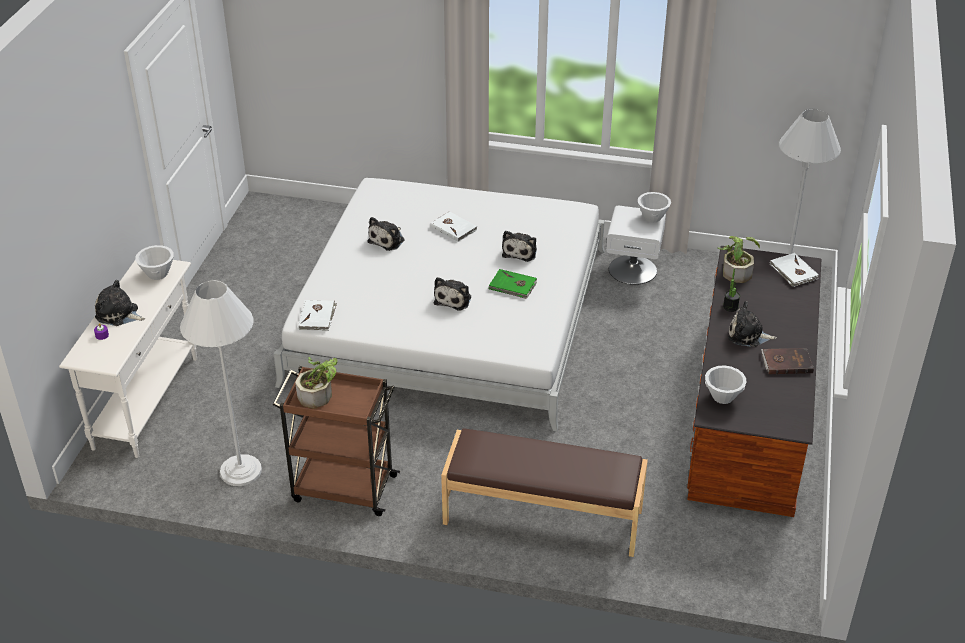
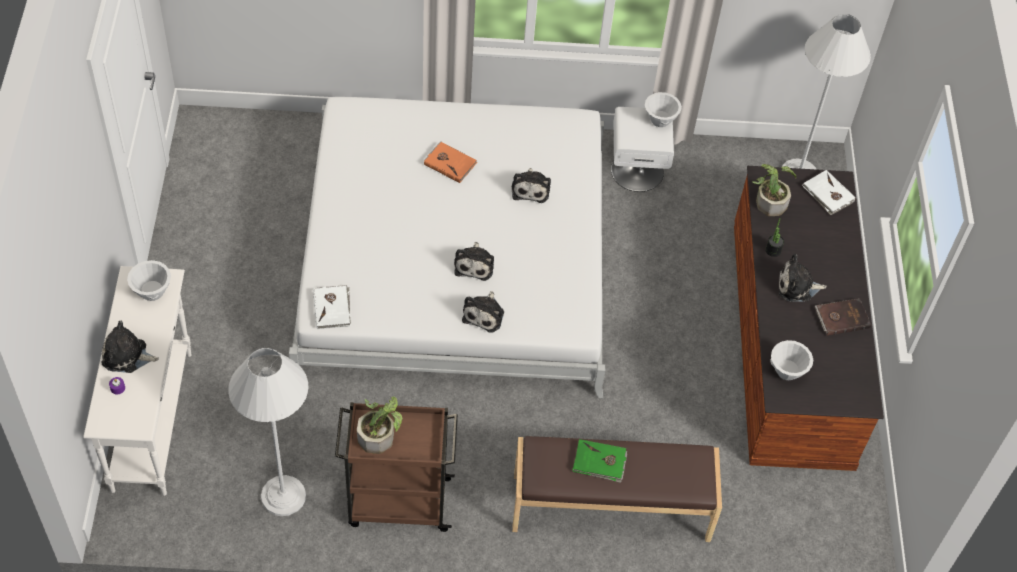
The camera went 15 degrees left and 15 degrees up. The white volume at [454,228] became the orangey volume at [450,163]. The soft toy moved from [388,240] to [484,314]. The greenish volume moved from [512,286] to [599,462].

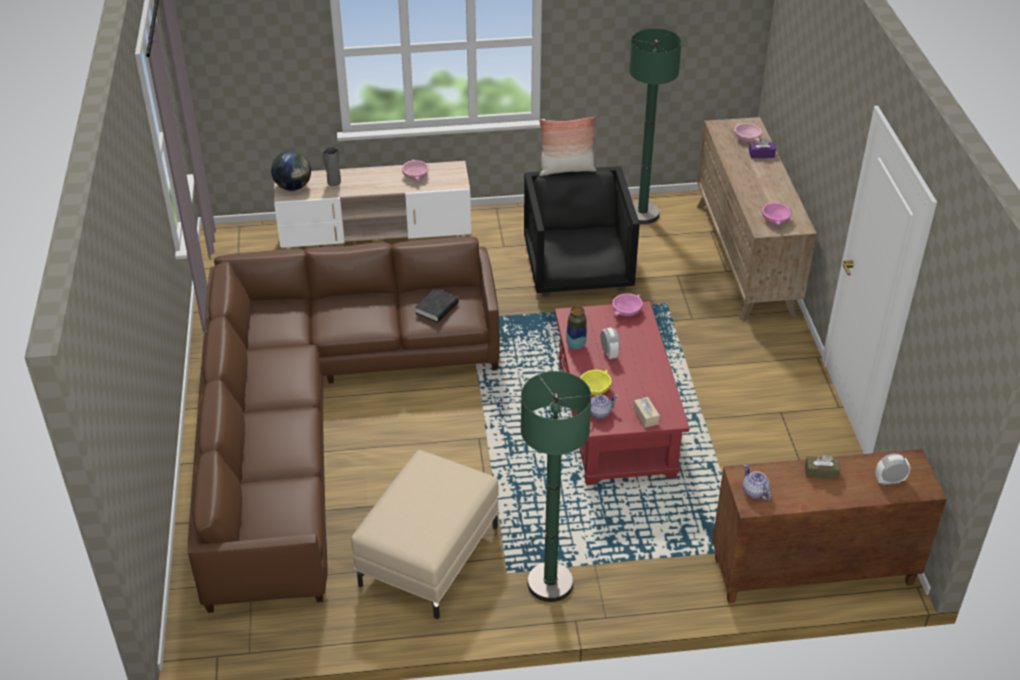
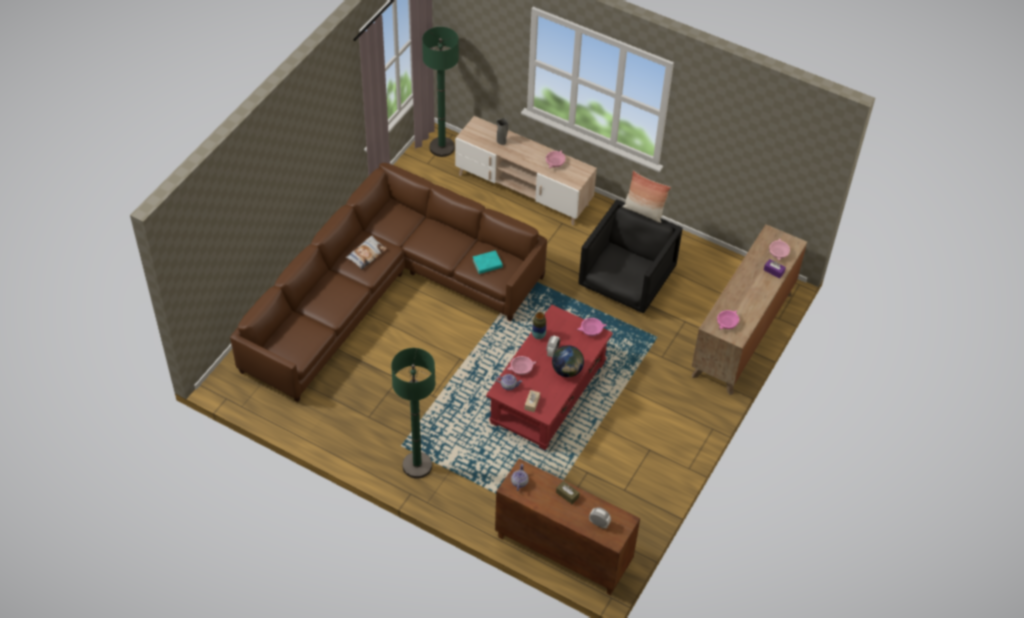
The camera went 35 degrees right and 10 degrees up. The greenish standard lamp moved from [642,214] to [442,147]. The world globe moved from [293,187] to [567,370]. The blackish volume at [437,308] became the blue-green volume at [487,264]. The yellowish serving bowl at [594,388] became the pink serving bowl at [521,369]. The beige pouffe at [429,556] disappeared. The throw pillow at [366,254] appeared.

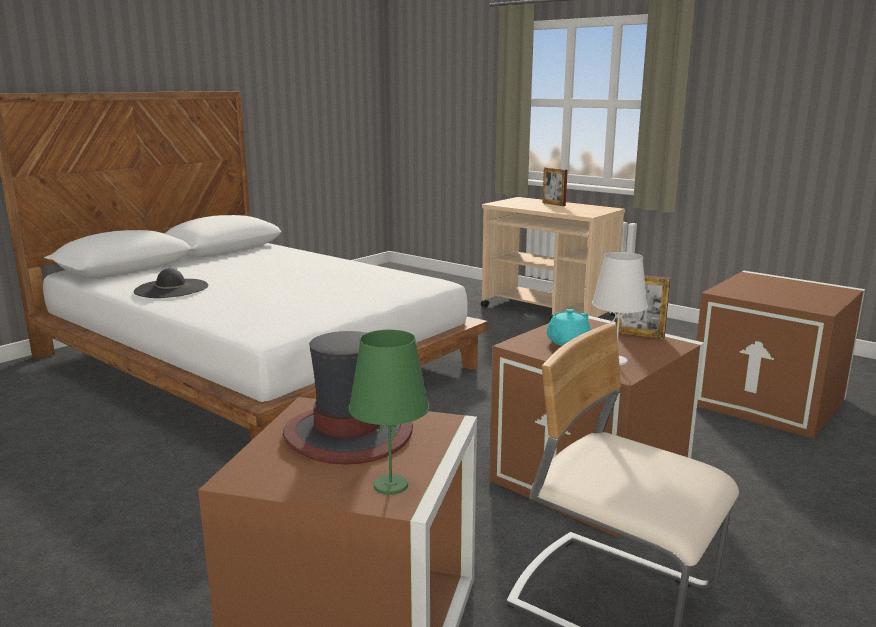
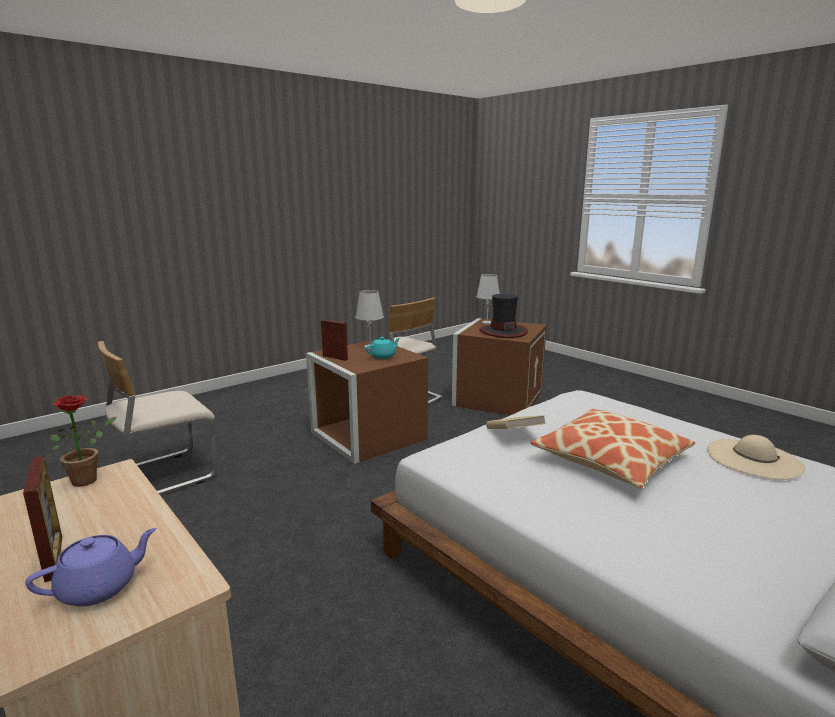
The camera went 170 degrees left and 0 degrees up. The blackish hat at [171,288] became the beige hat at [754,458]. The brown storage bin at [770,401] was replaced by the beige chair at [161,476]. The greenish tabletop lamp at [390,485] became the white tabletop lamp at [487,322]. The plant in a pot at [89,479] appeared. The throw pillow at [611,459] appeared. The beige volume at [514,435] appeared. The purple-coloured pot for tea at [100,587] appeared.

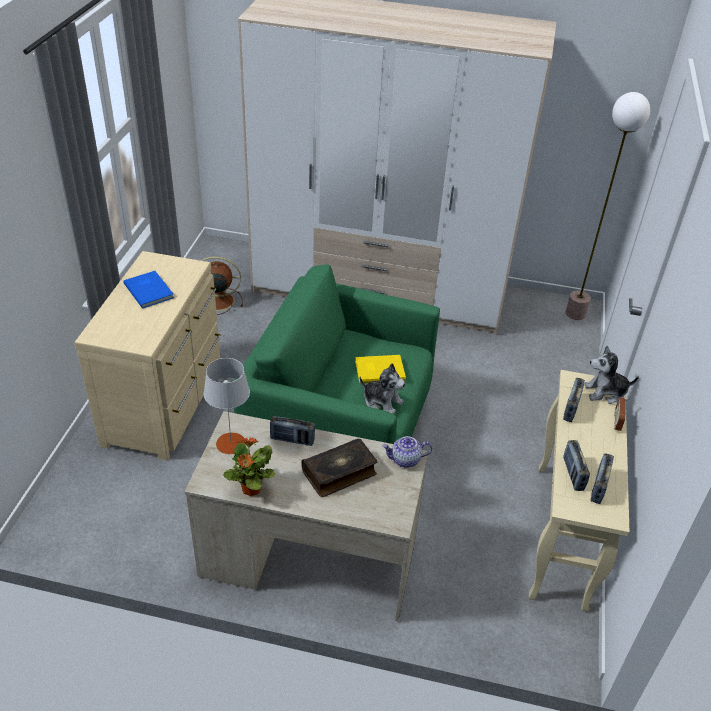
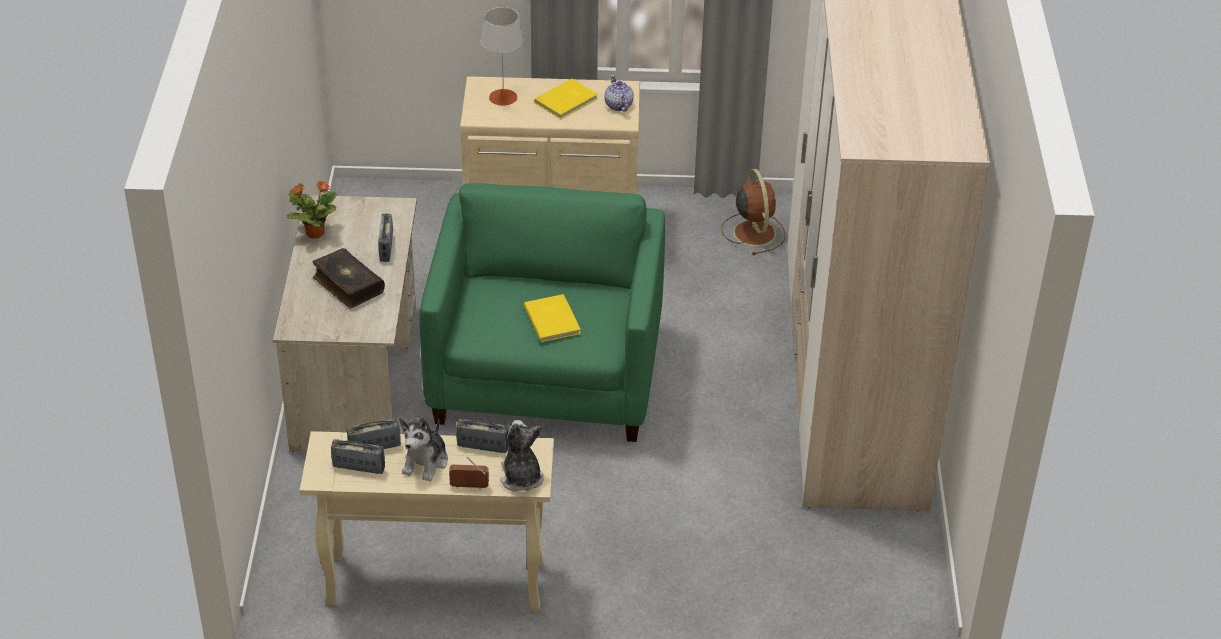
The camera went 80 degrees right and 0 degrees up. The standard lamp at [575,313] disappeared. The bluish volume at [149,290] became the yellowish volume at [567,101]. The greyish tabletop lamp moved from [230,443] to [503,97]. The soft toy moved from [382,402] to [426,462]. The pot for tea moved from [405,460] to [618,105].

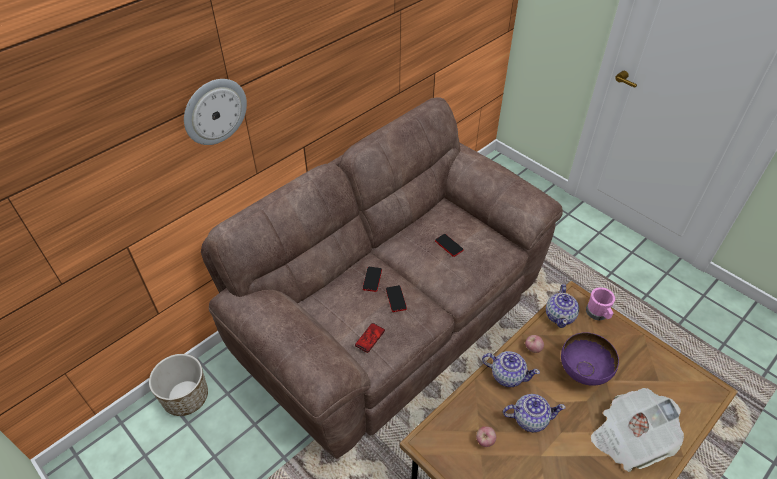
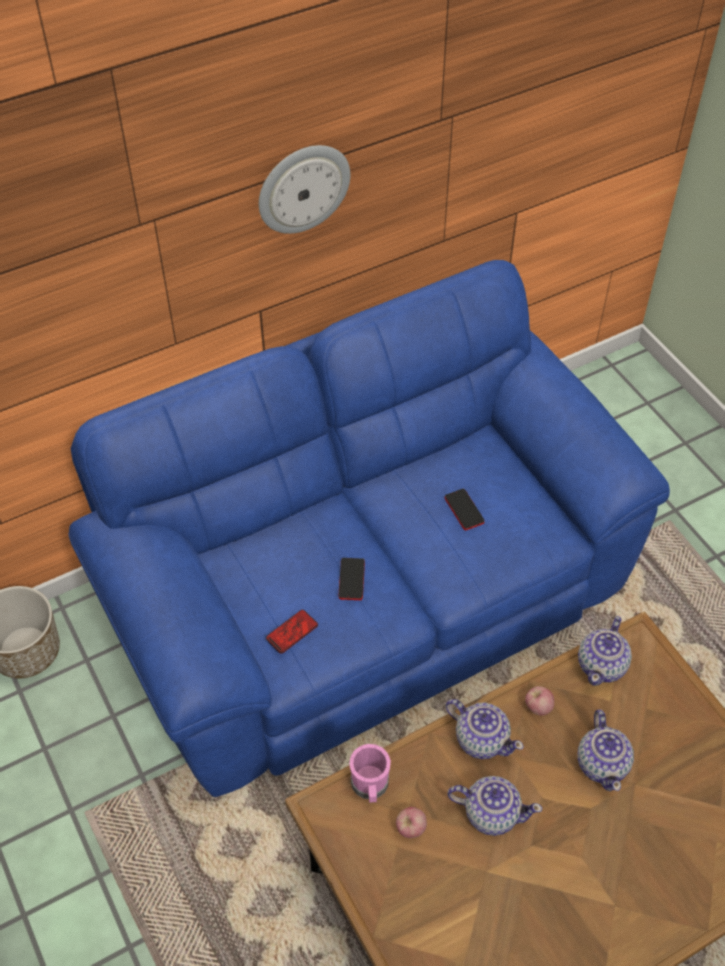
The camera went 15 degrees right and 5 degrees up. The clock on the wall moved from [214,111] to [303,188]. The brown couch at [389,315] became the bluish couch at [363,594]. The telephone at [372,279] disappeared. The pink tea mug moved from [598,314] to [370,786]. The purple-coloured serving bowl at [583,372] was replaced by the pot for tea at [602,763]. The daily paper at [629,438] disappeared.

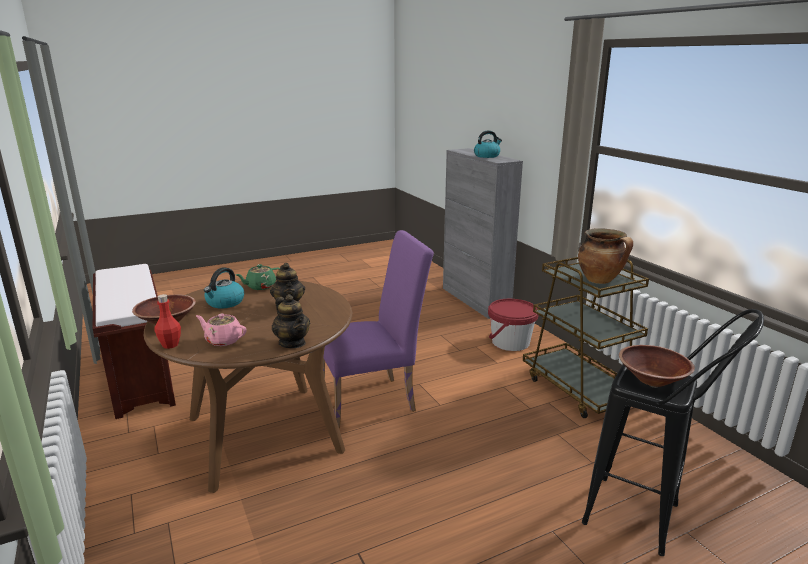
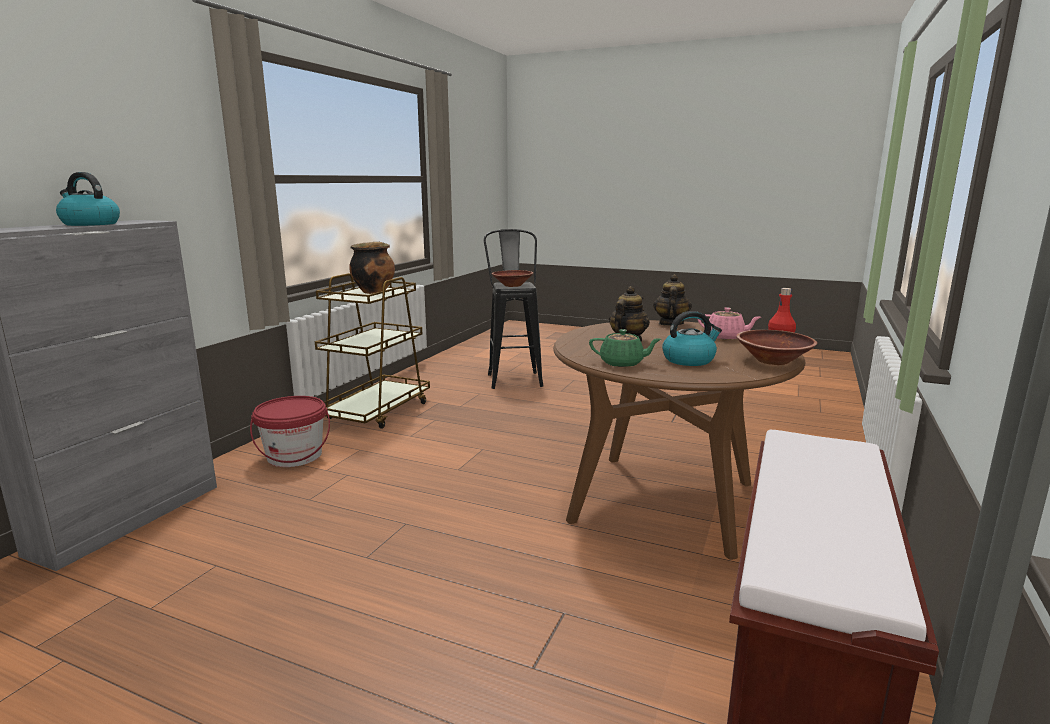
The camera went 130 degrees left and 5 degrees down. The purple-coloured chair at [374,400] disappeared. The pink pot for tea at [223,340] turned 45 degrees counterclockwise.

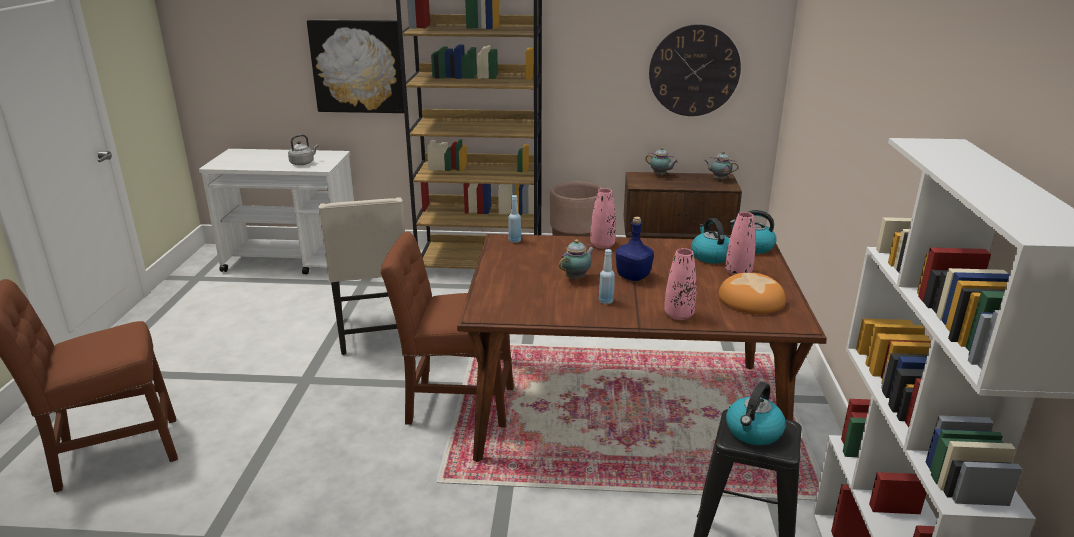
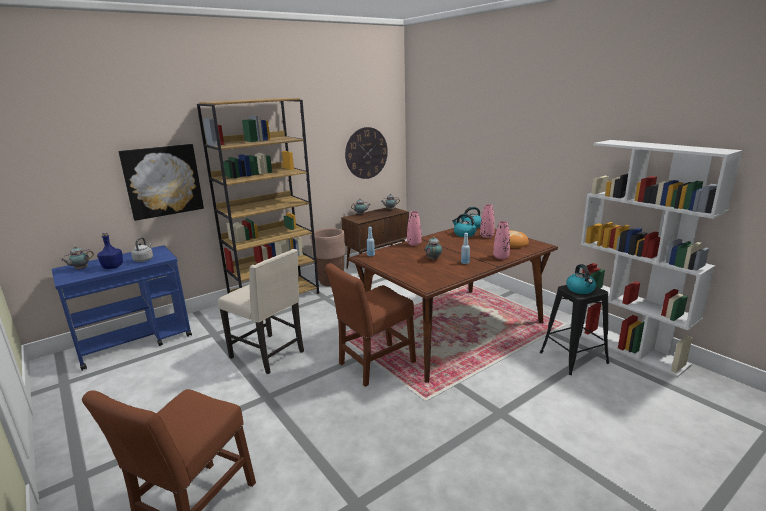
The camera went 40 degrees left and 5 degrees down. The white trolley at [293,261] became the bluish trolley at [136,342]. The bluish drink bottle moved from [634,277] to [113,267]. The pot for tea at [80,269] appeared.

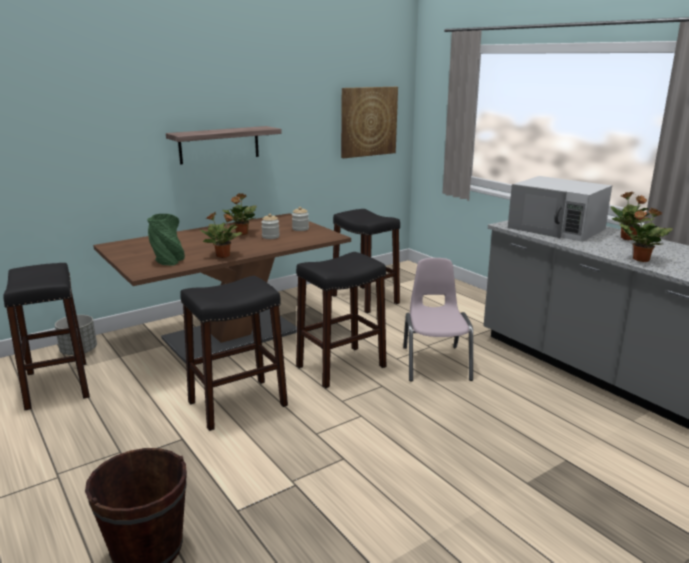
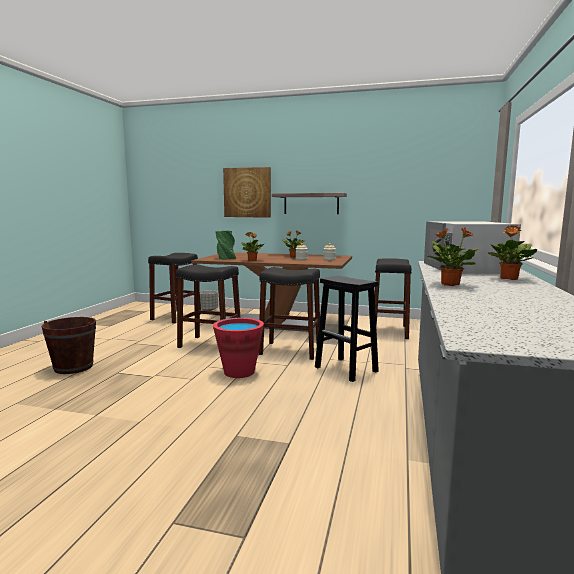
The camera went 50 degrees right and 10 degrees down. The wall picture moved from [368,121] to [247,192]. The pink chair at [435,363] was replaced by the blackish stool seat at [347,369]. The red bucket at [239,372] appeared.

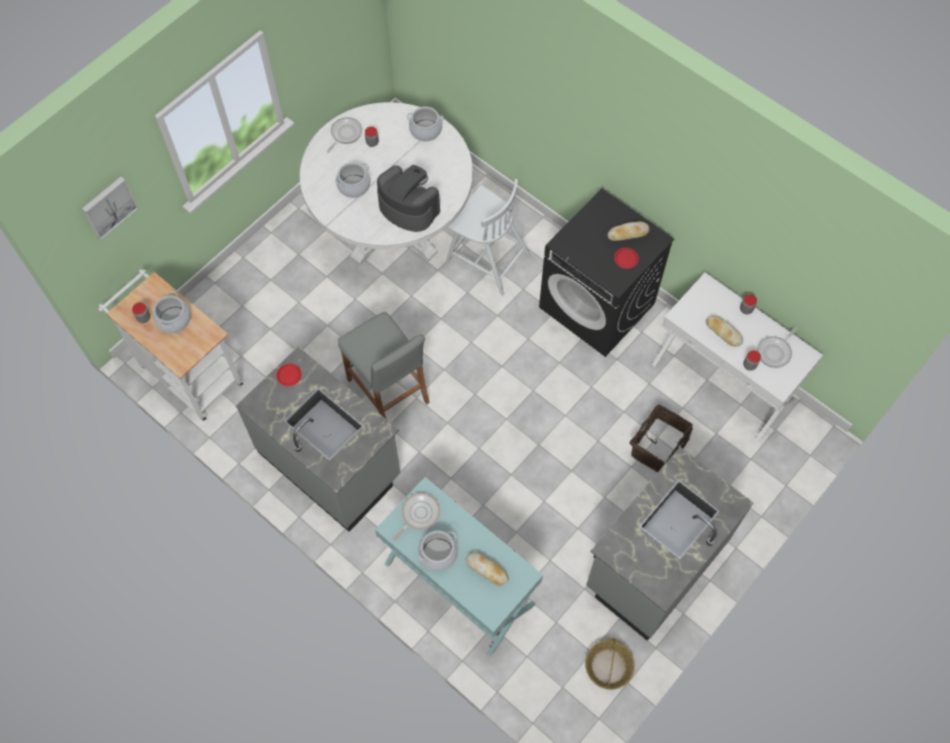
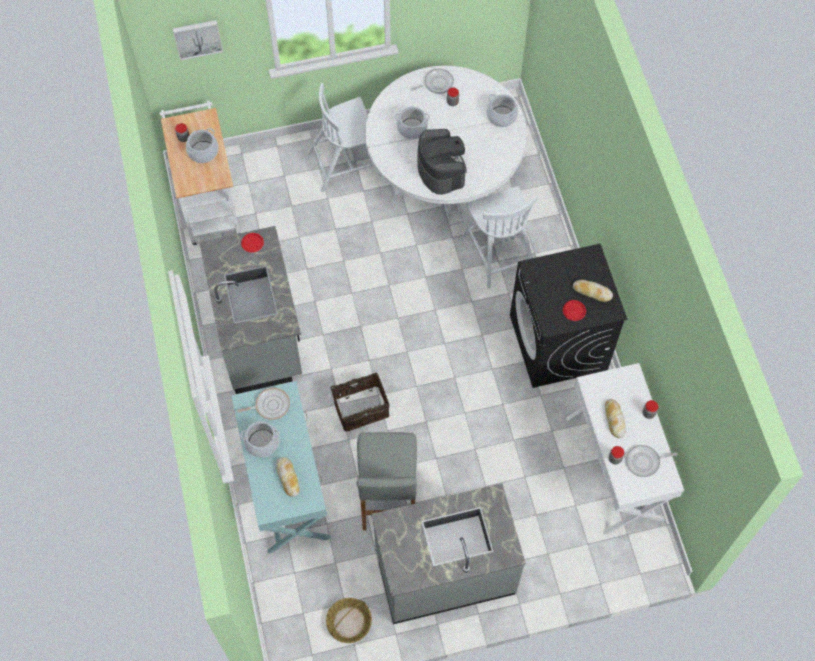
The camera went 35 degrees right and 0 degrees up. The greyish stool seat moved from [388,390] to [388,496]. The household basket moved from [657,445] to [360,407]. The white chair at [346,163] appeared.

